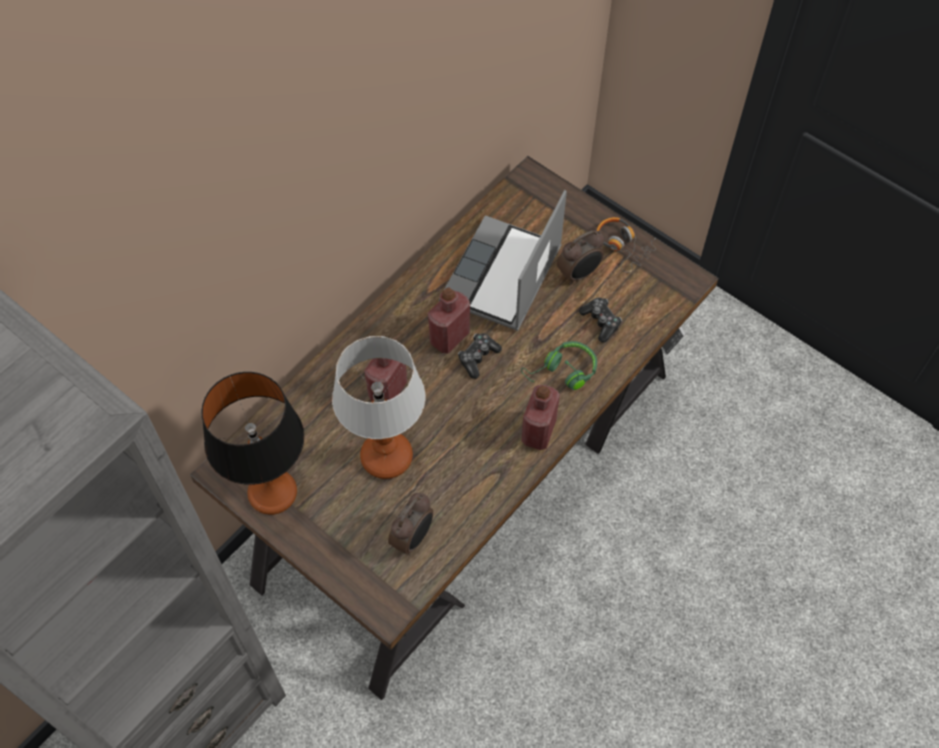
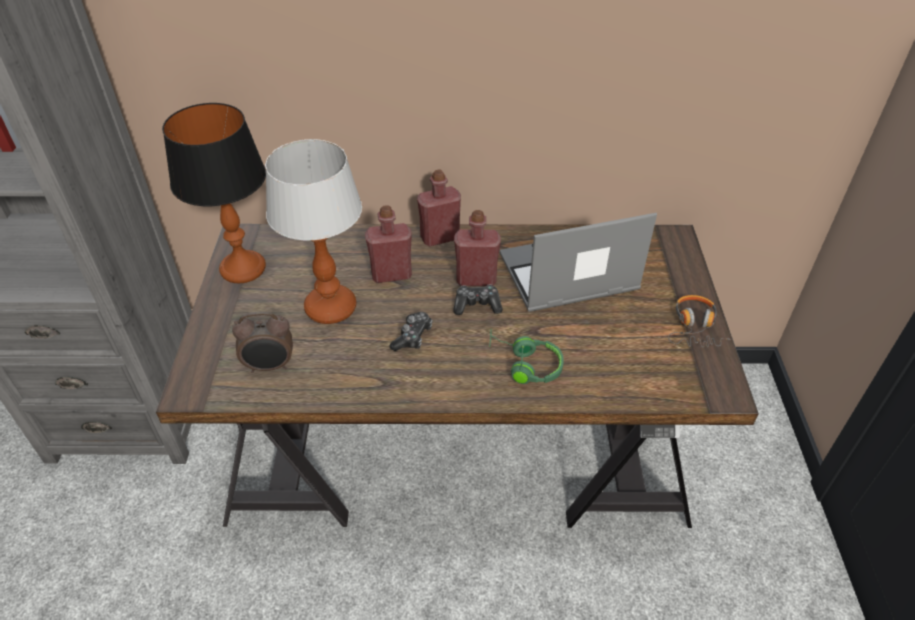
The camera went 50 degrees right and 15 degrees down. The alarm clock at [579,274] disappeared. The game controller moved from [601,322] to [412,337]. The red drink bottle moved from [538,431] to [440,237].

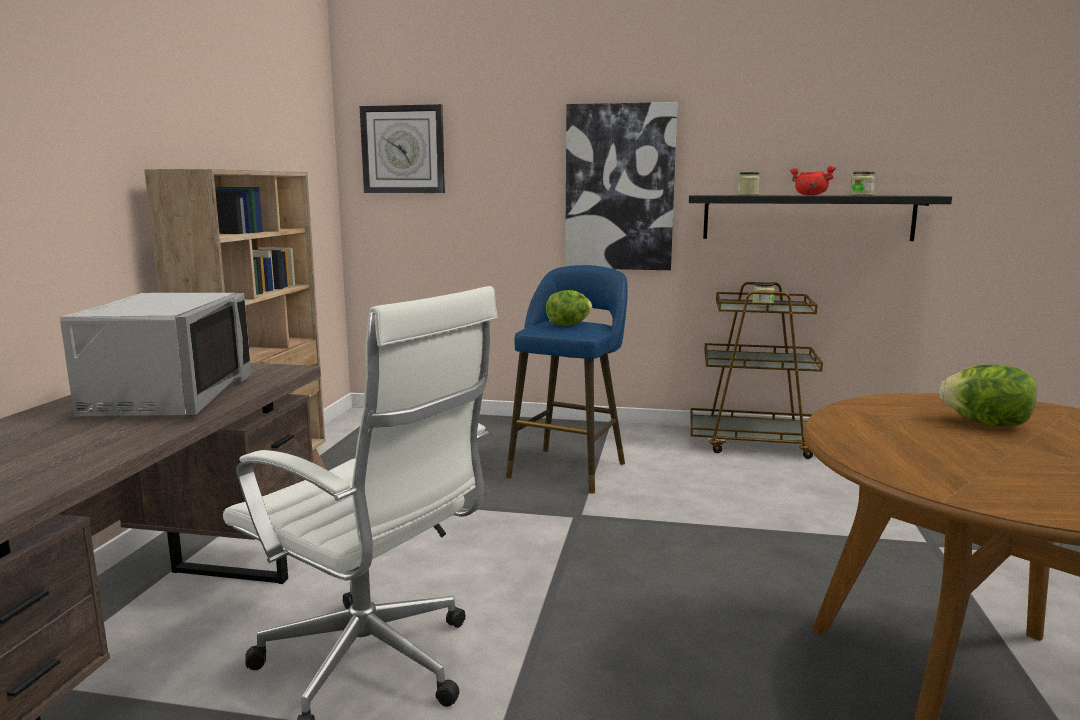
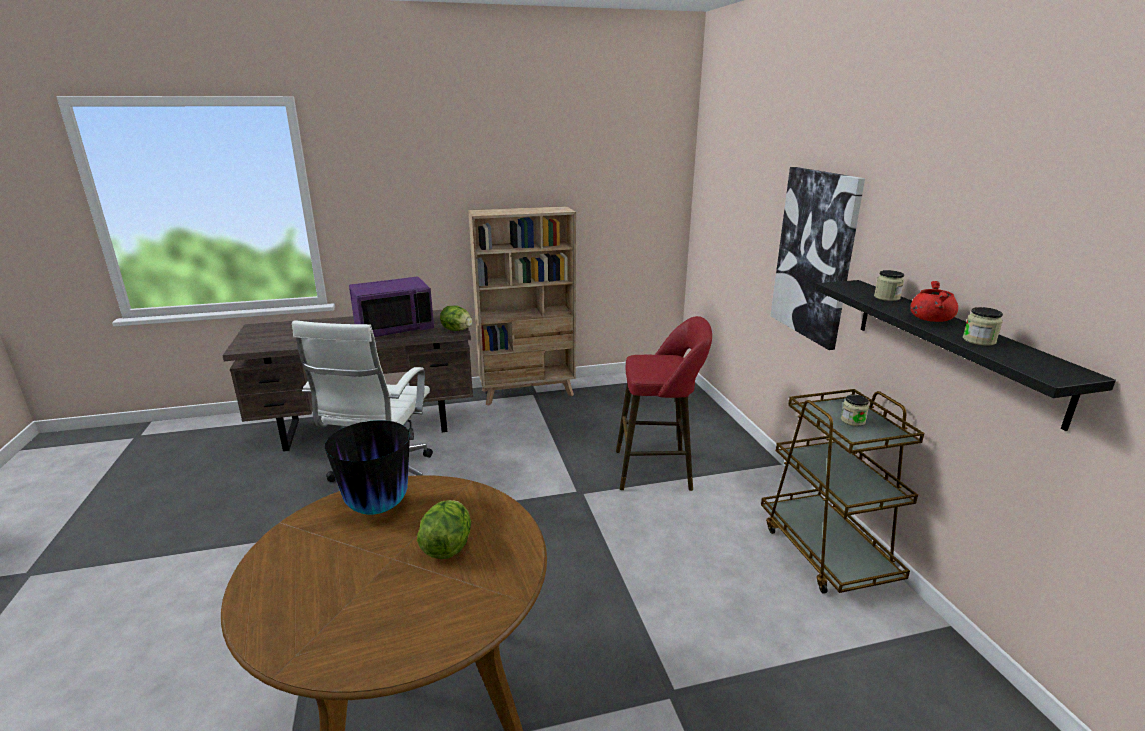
The camera went 65 degrees right and 10 degrees up. The clock on the wall at [403,149] disappeared. The bluish stool seat at [569,468] became the red stool seat at [658,470]. The lettuce moved from [568,325] to [457,330]. The greyish microwave at [168,398] became the purple-coloured microwave at [394,327]. The vase at [377,507] appeared.

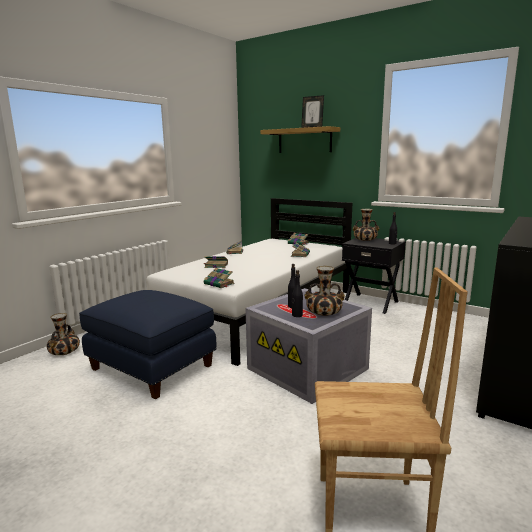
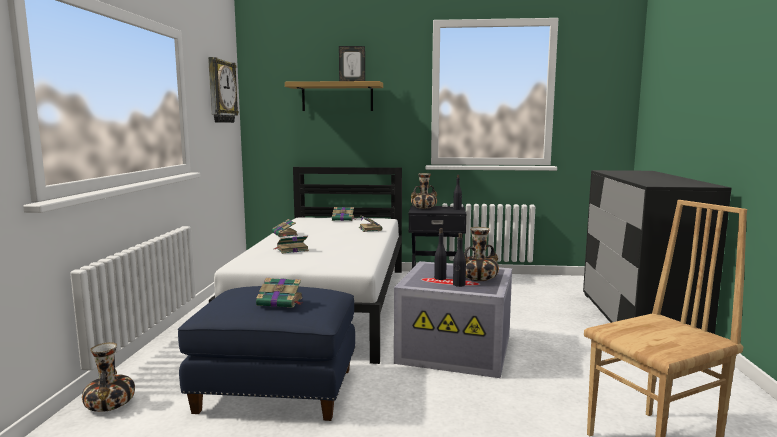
The camera went 30 degrees left and 5 degrees down. The volume moved from [219,284] to [281,302]. The clock on the wall at [220,91] appeared.

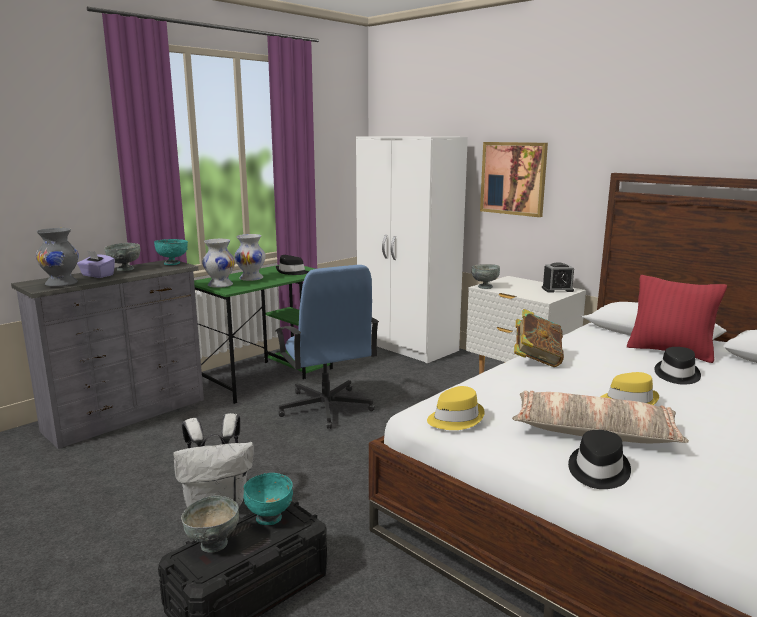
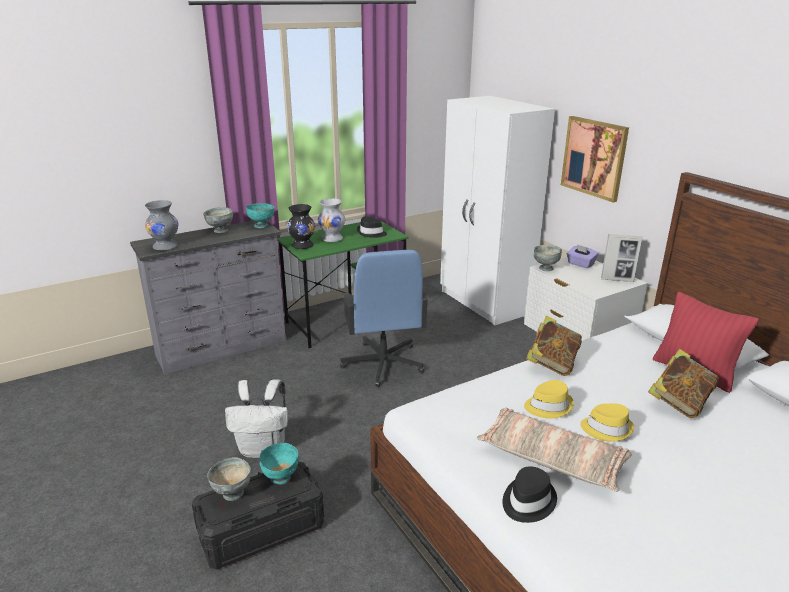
The camera went 15 degrees right and 10 degrees up. The white vase at [220,285] became the blackish vase at [302,245]. The purple-coloured tissue box moved from [97,275] to [580,264]. The alarm clock at [557,289] was replaced by the photo frame at [617,279]. The blackish hat at [676,375] was replaced by the volume at [679,403]. The yellowish hat moved from [455,418] to [548,406].

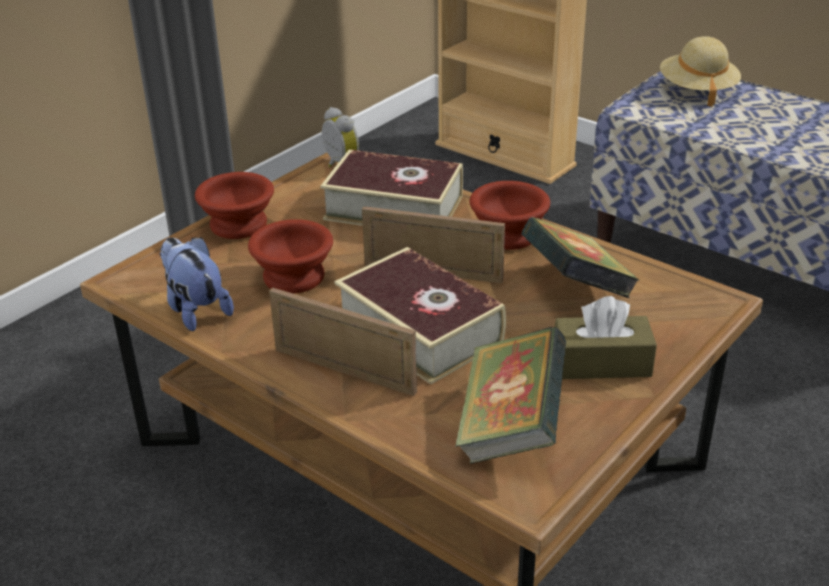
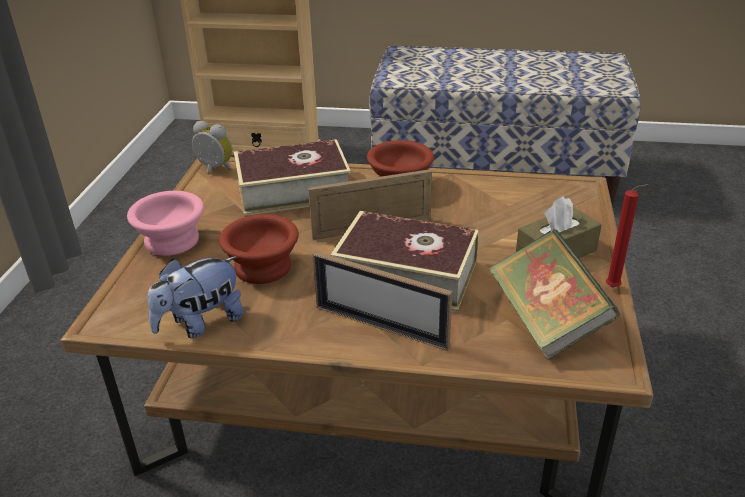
The camera went 30 degrees left and 0 degrees up. The beige hat at [697,90] disappeared. The brown serving bowl at [236,224] became the pink serving bowl at [169,241]. The volume at [575,288] disappeared. The soft toy at [196,310] turned 60 degrees counterclockwise. The photo frame at [344,370] turned 150 degrees counterclockwise. The red candle at [615,288] appeared.

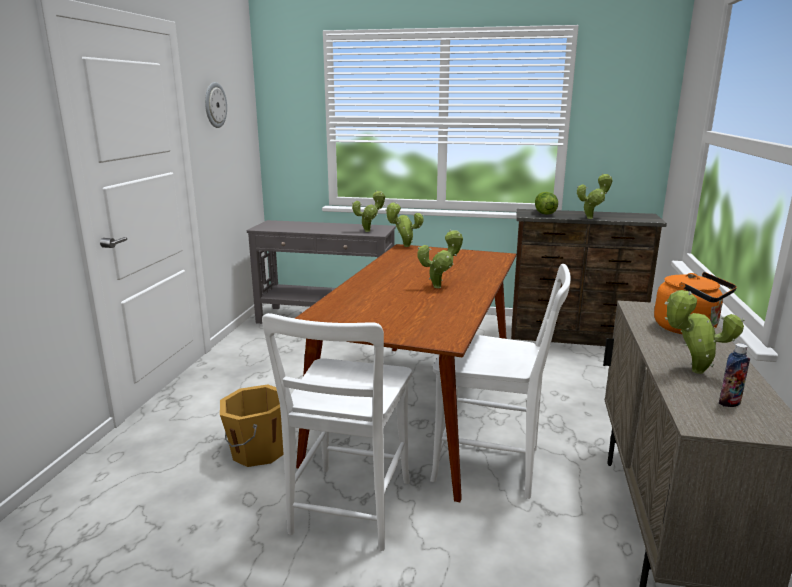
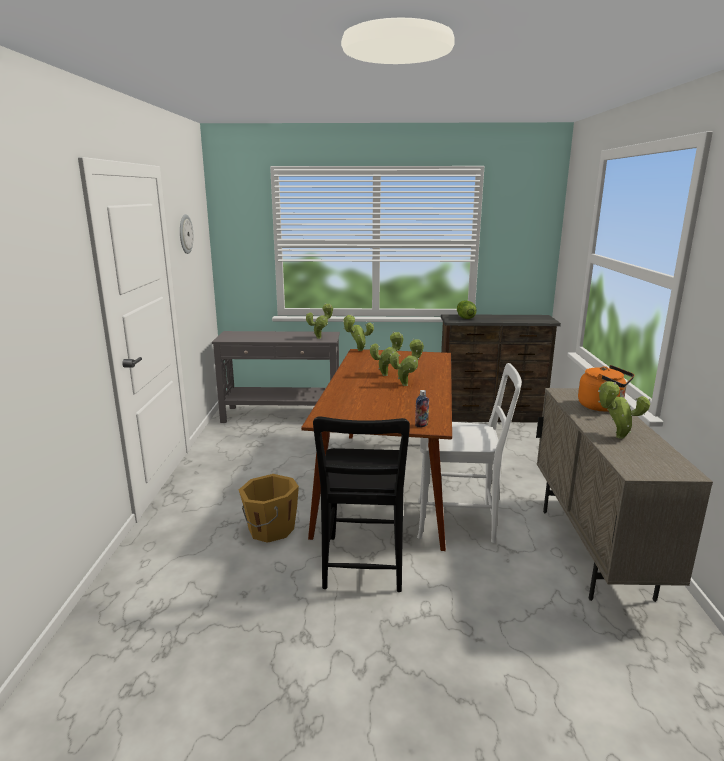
The camera went 10 degrees left and 0 degrees up. The plant in a pot moved from [591,218] to [386,374]. The white chair at [348,511] became the blackish chair at [363,567]. The drink bottle moved from [729,403] to [421,425].

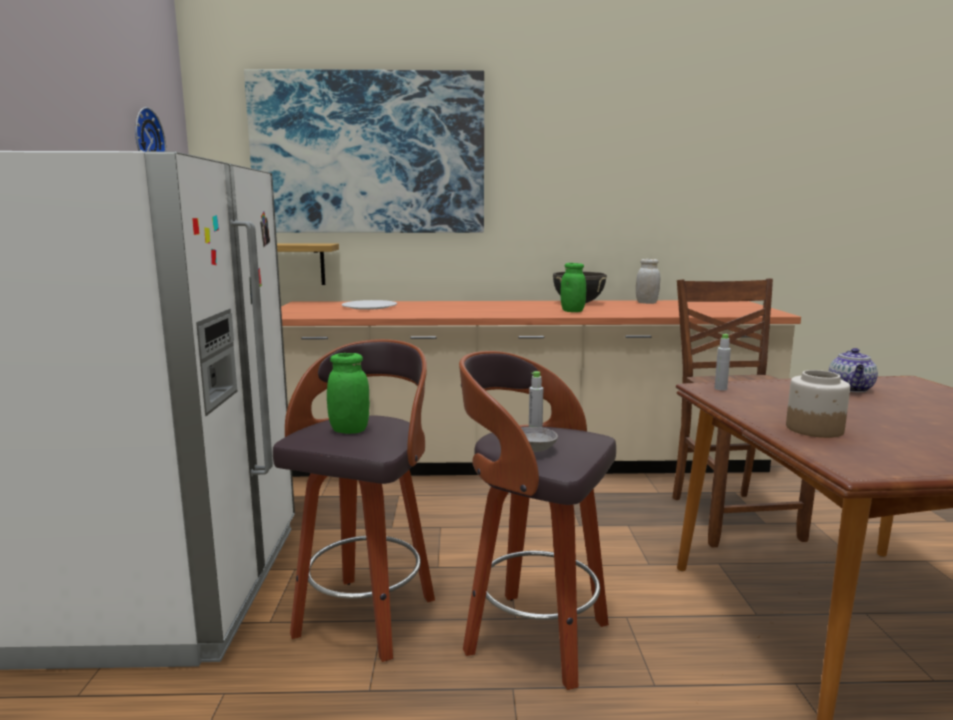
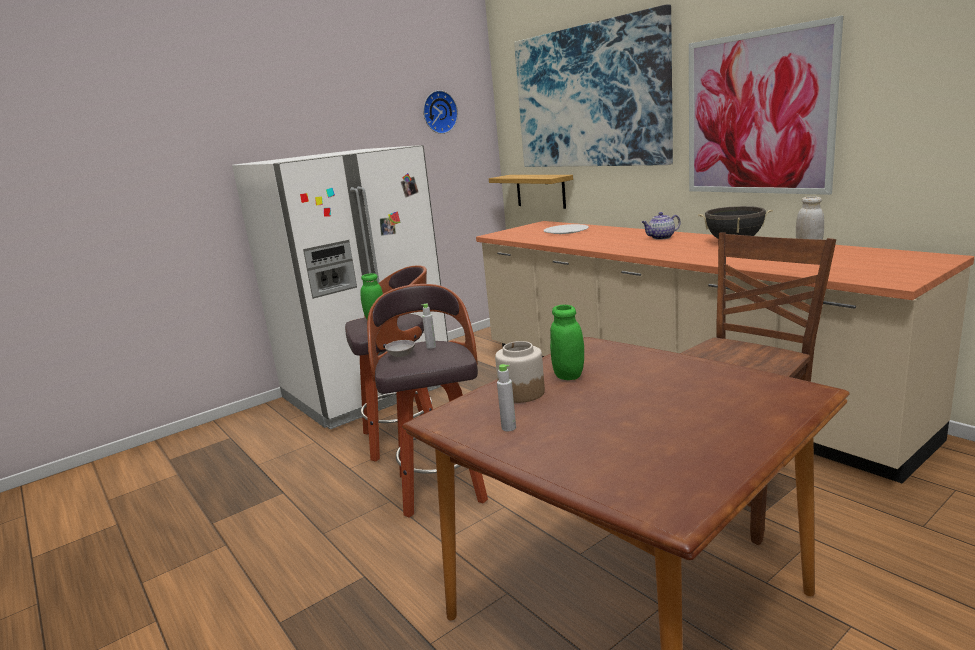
The camera went 55 degrees right and 5 degrees up. The greenish storage jar moved from [572,311] to [568,375]. The greyish drink bottle moved from [720,389] to [508,428]. The pot for tea moved from [851,389] to [661,238]. The wall picture at [757,114] appeared.

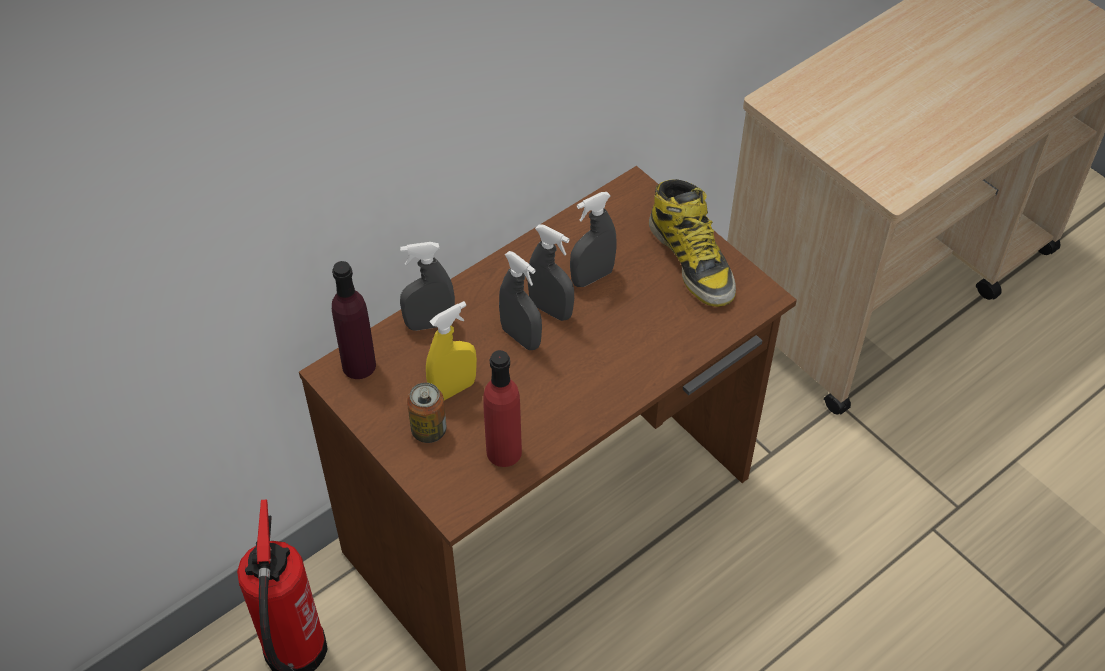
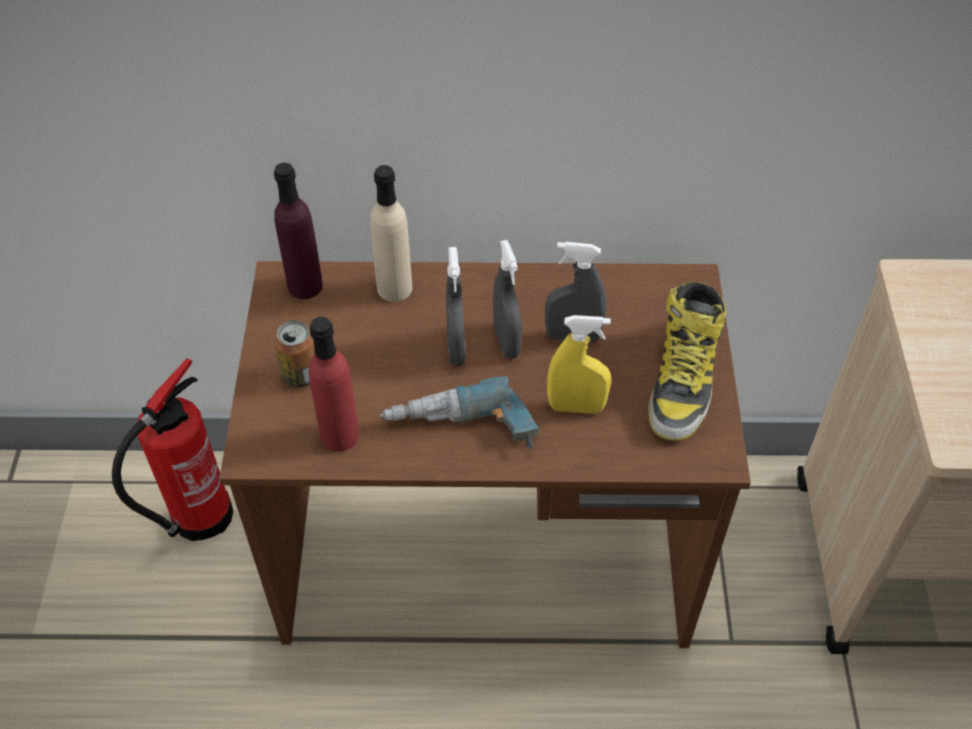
The camera went 40 degrees right and 0 degrees up. The greyish hand sprayer at [430,324] was replaced by the beige drink bottle at [394,288]. The yellowish hand sprayer moved from [453,389] to [576,407]. The electric drill at [459,434] appeared.

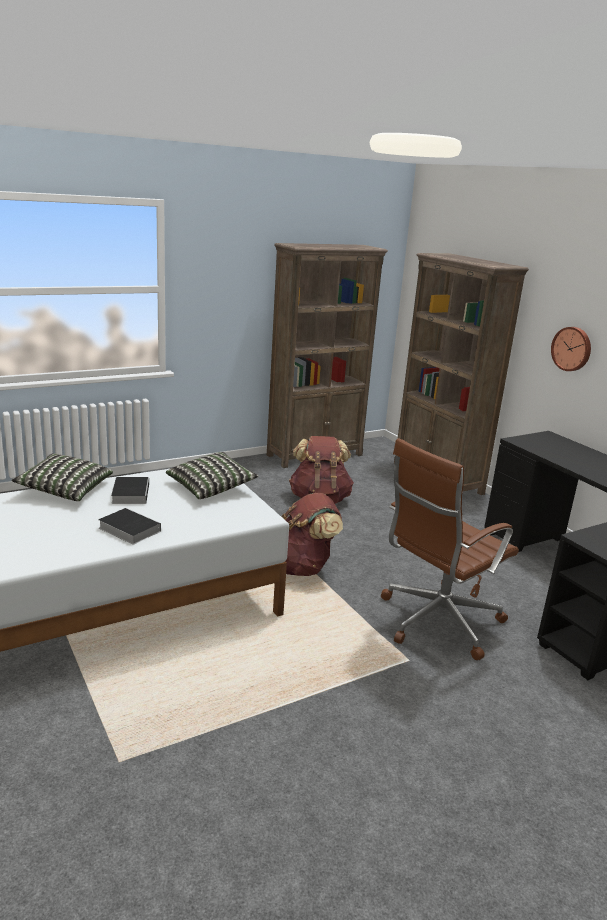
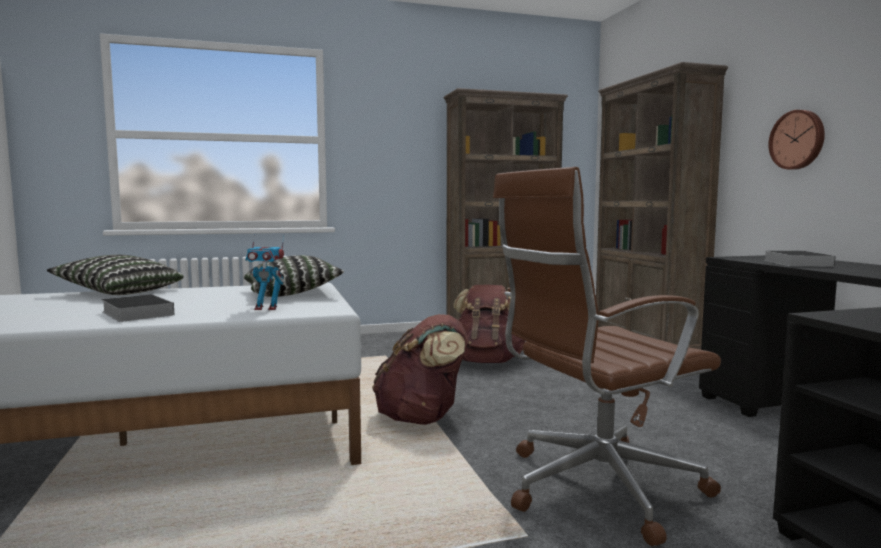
The camera went 15 degrees right and 15 degrees down. The volume moved from [130,493] to [795,263]. The toy robot at [267,308] appeared.

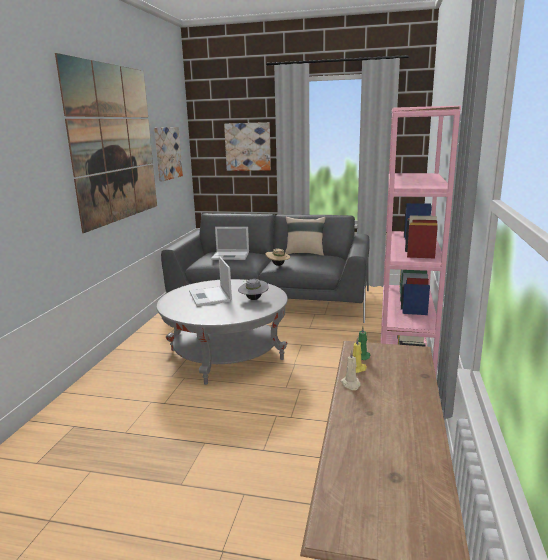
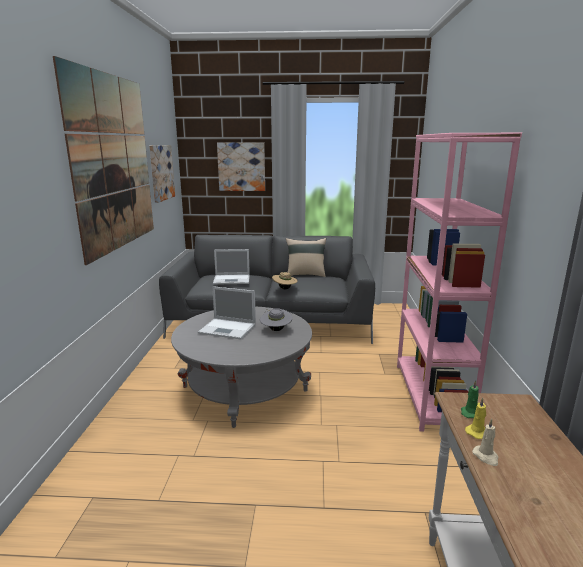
The camera went 10 degrees left and 0 degrees up. The portable computer at [210,297] turned 45 degrees counterclockwise.

